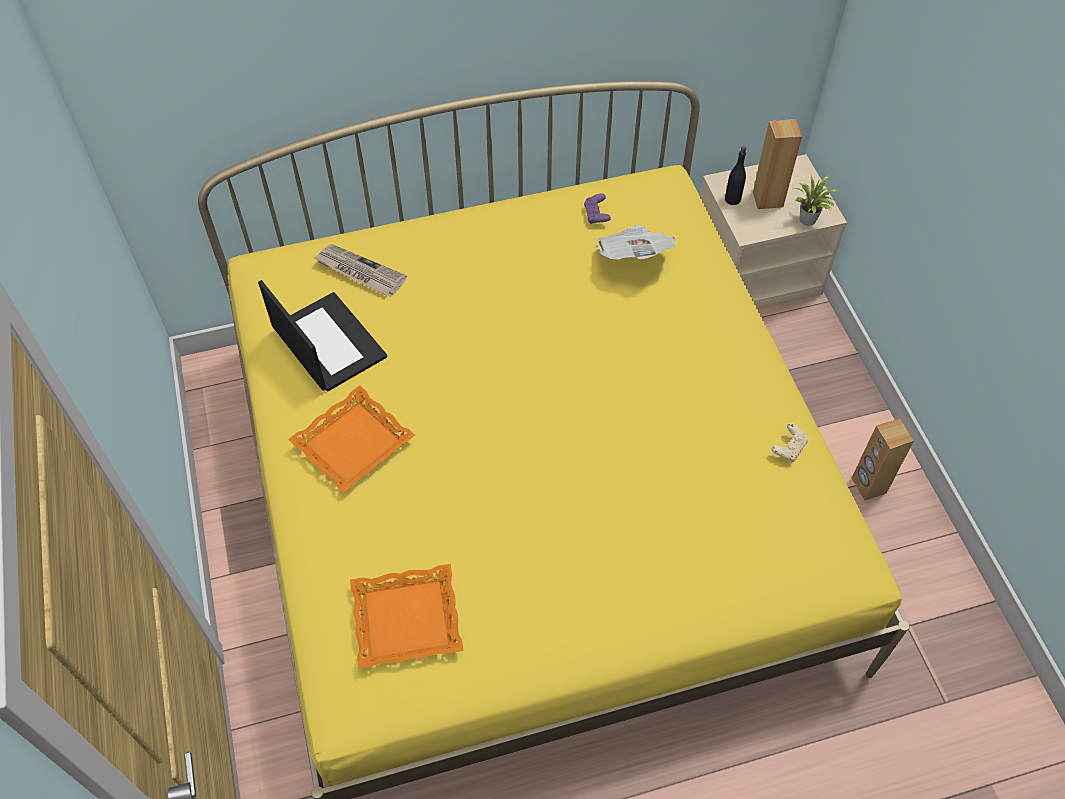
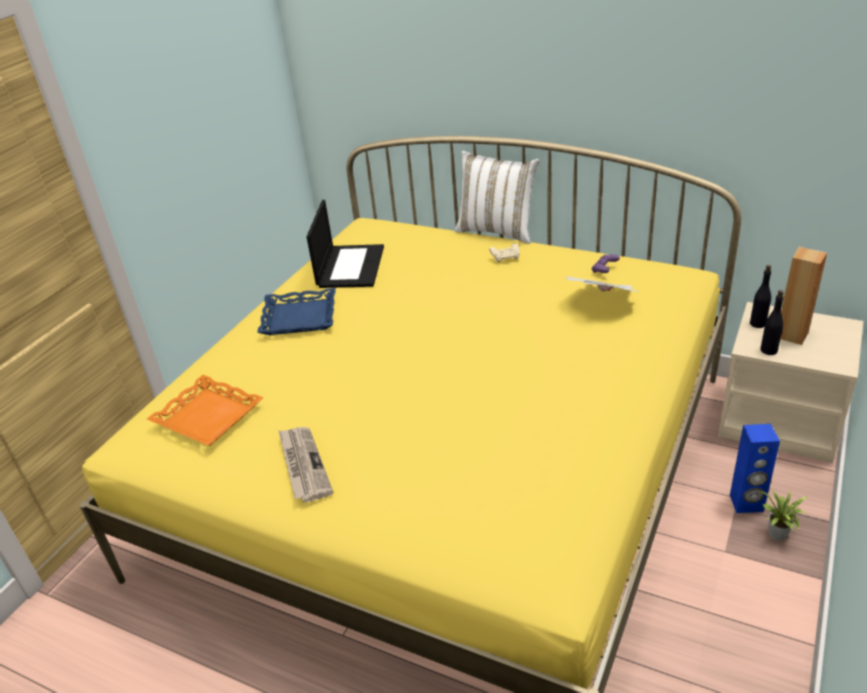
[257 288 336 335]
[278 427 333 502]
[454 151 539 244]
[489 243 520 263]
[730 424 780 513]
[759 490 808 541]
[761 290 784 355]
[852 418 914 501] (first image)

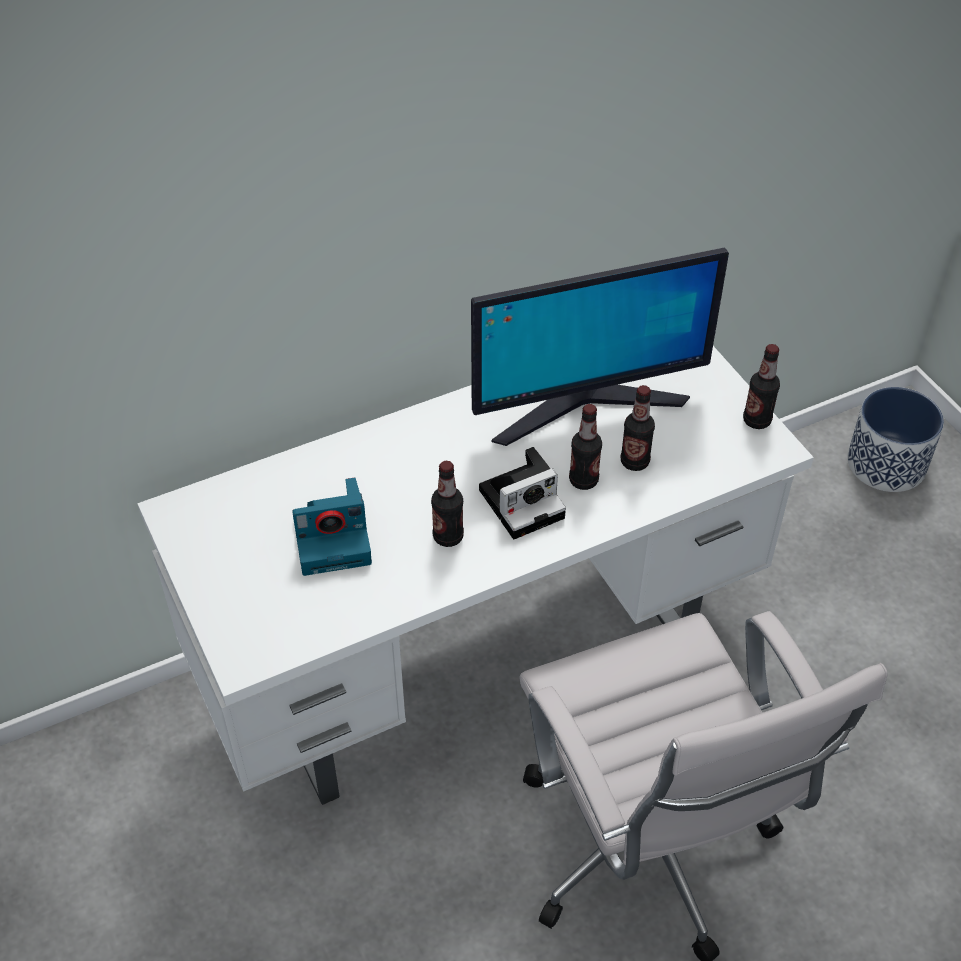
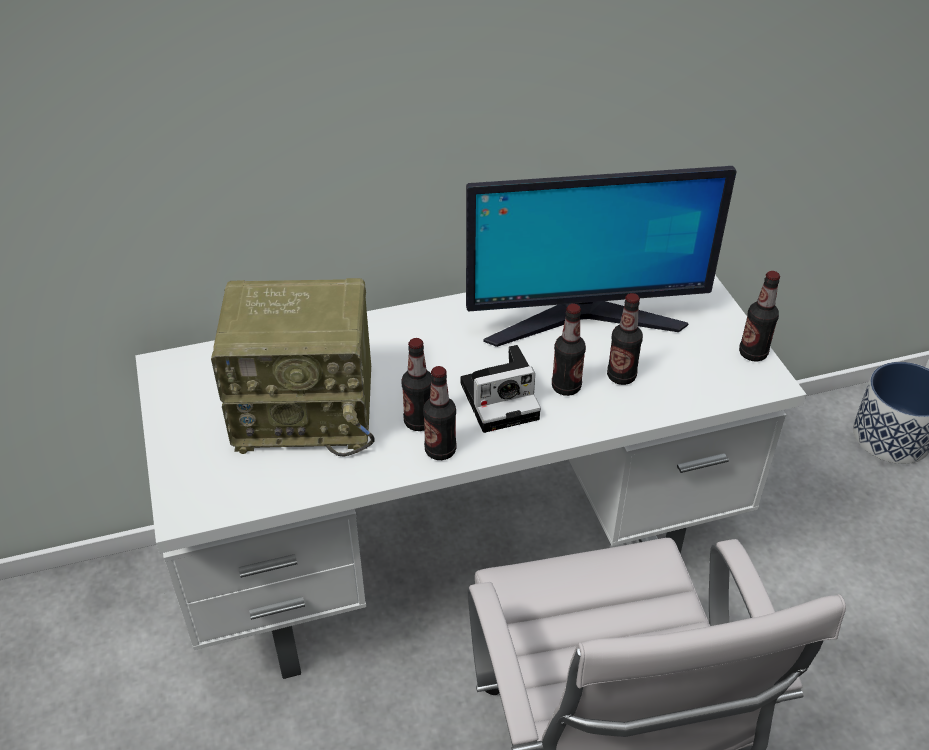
[211 278 375 457]
[423 366 457 460]

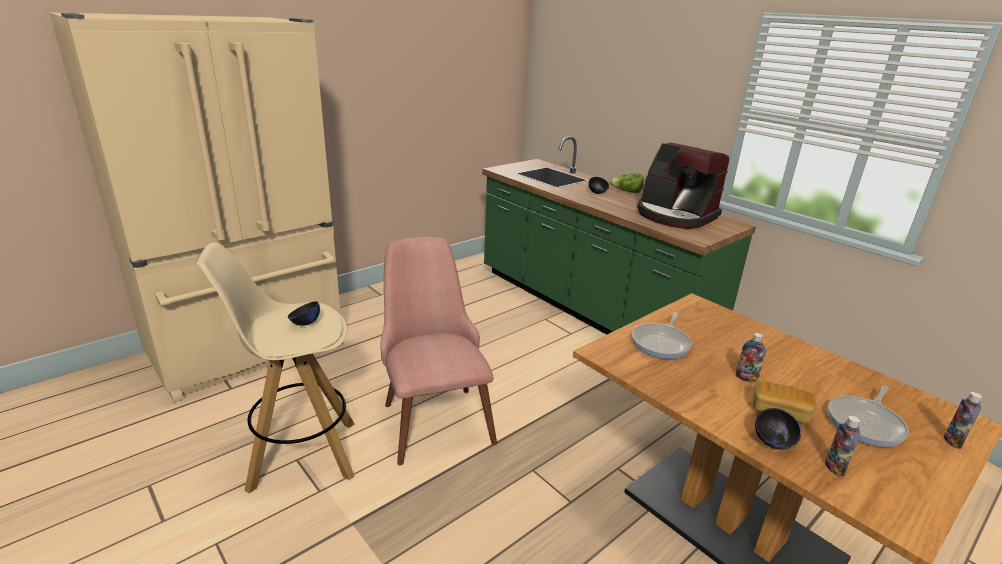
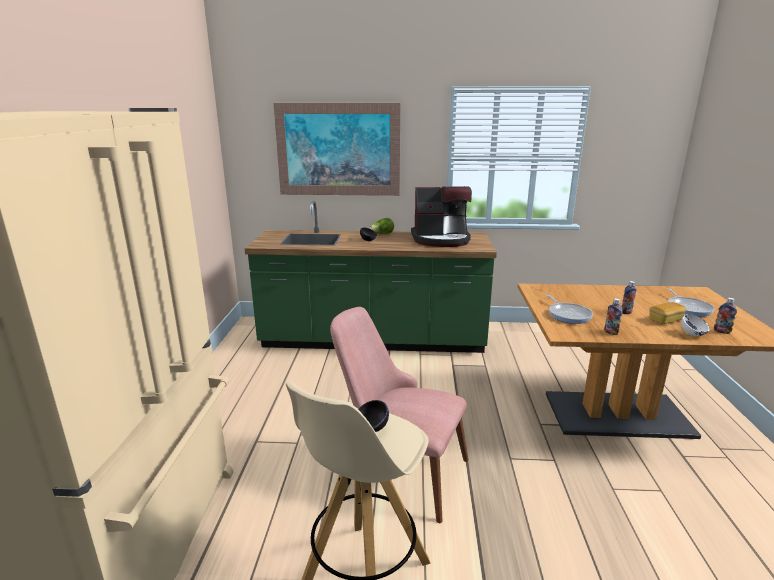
[274 103 401 196]
[604 298 622 335]
[681 314 710 336]

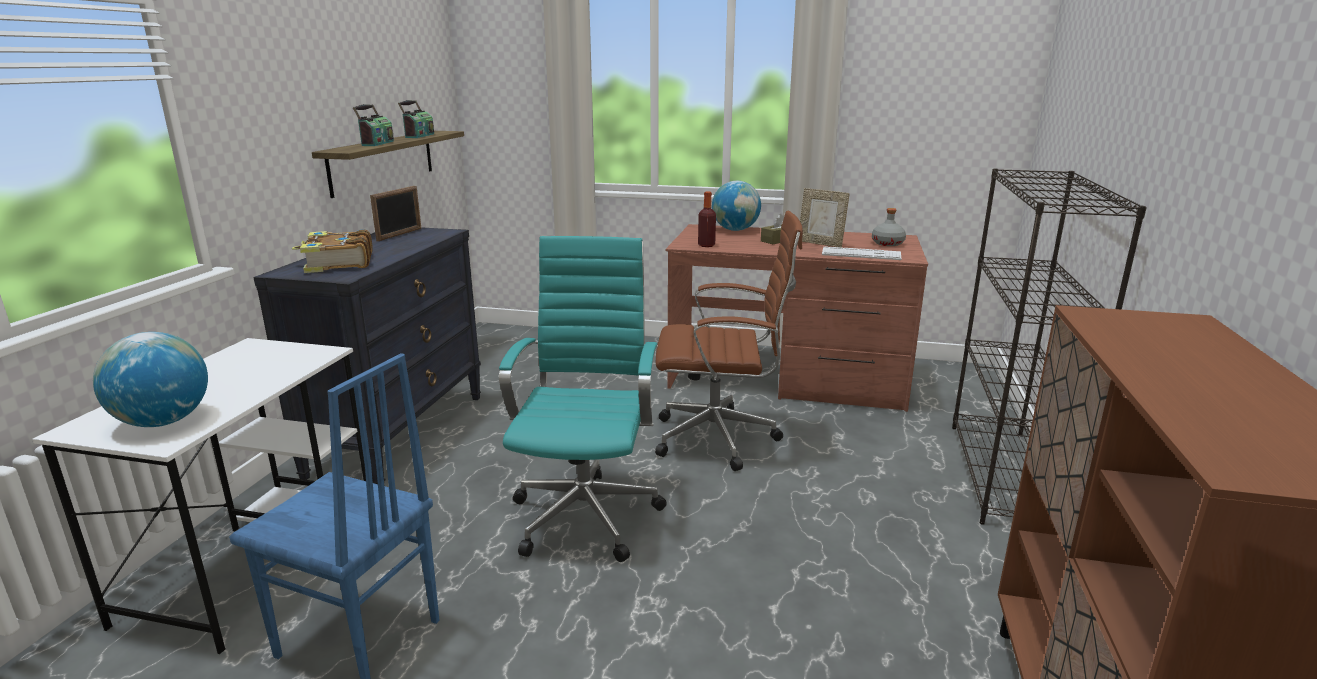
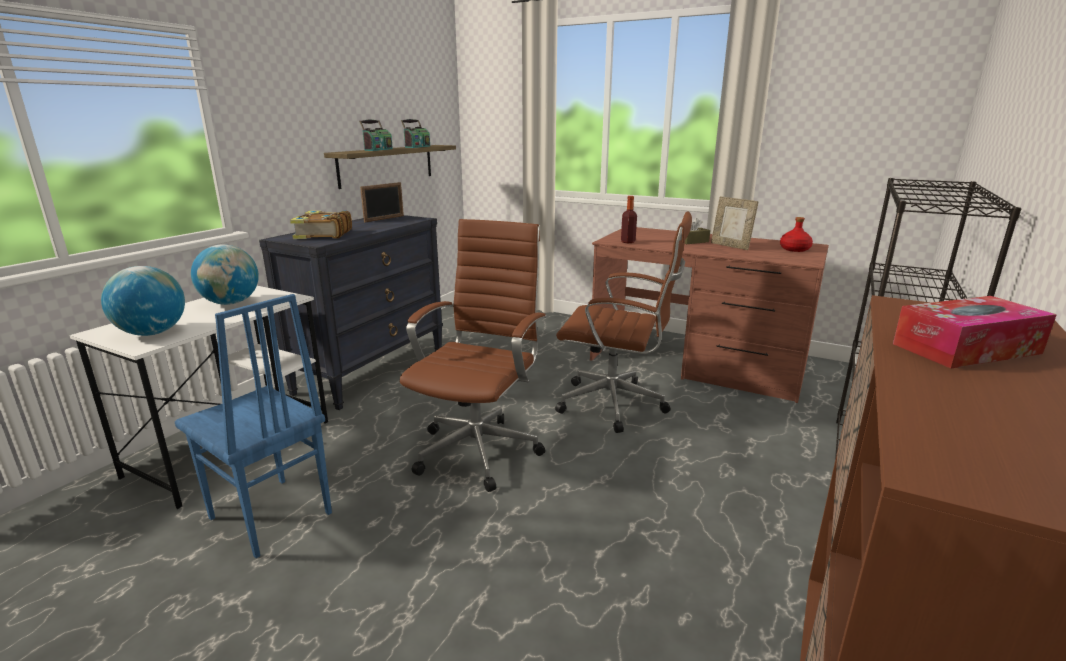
[191 244 259 305]
[400 219 547 492]
[780 217 813 252]
[893 296 1057 369]
[822 246 901 260] (first image)

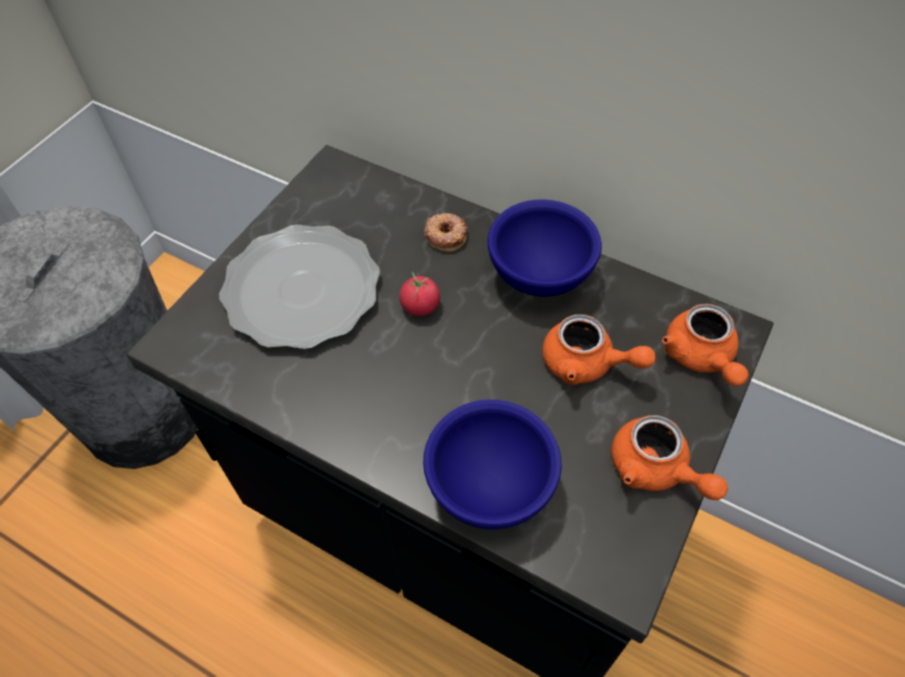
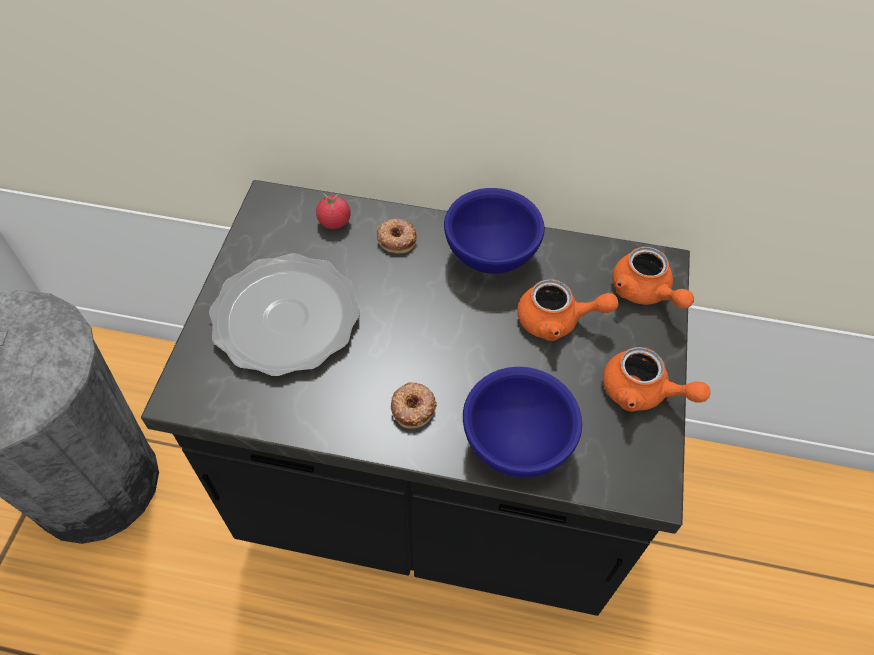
[316 193 350 229]
[391 382 437 429]

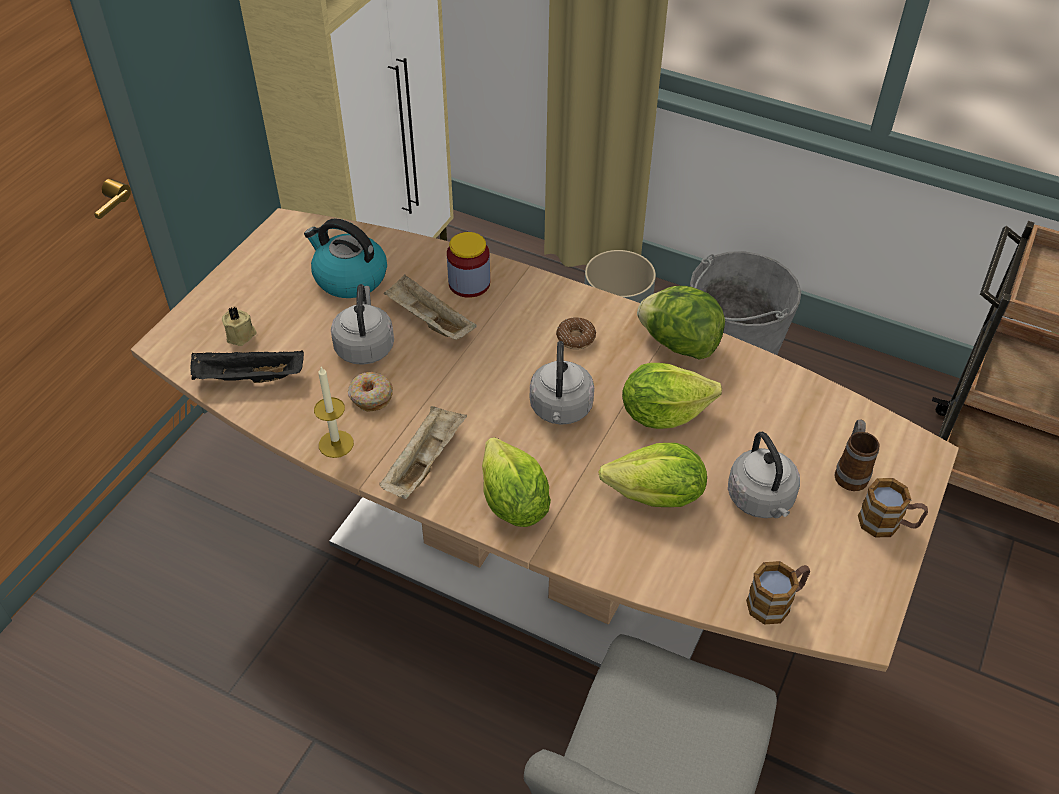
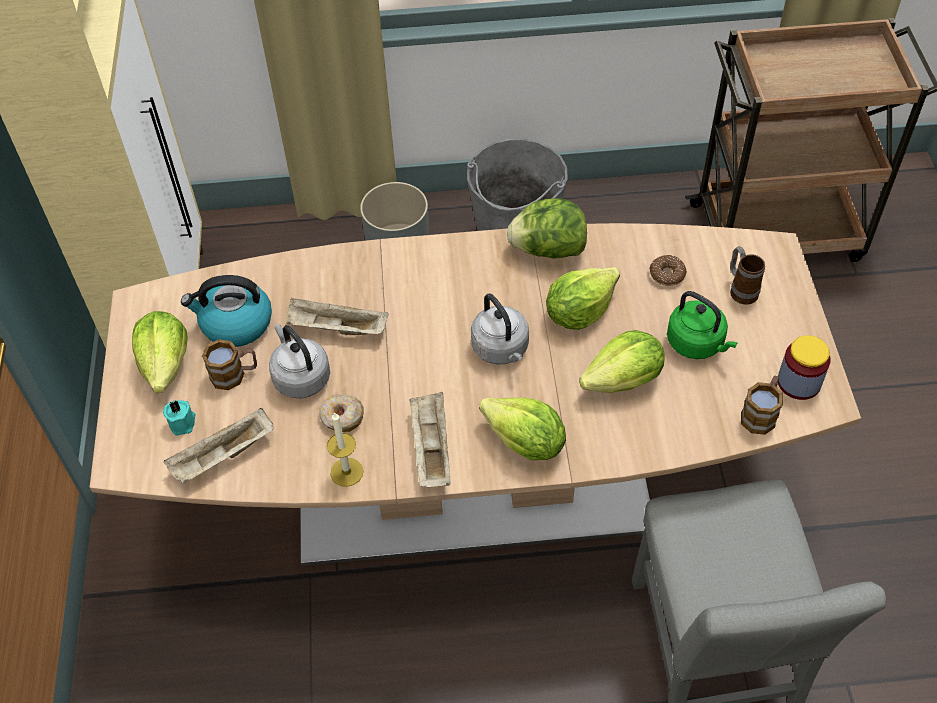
[132 311 188 393]
[163 400 196 436]
[164 408 273 484]
[202 339 257 390]
[649 255 687 286]
[667 291 738 359]
[778 335 831 400]

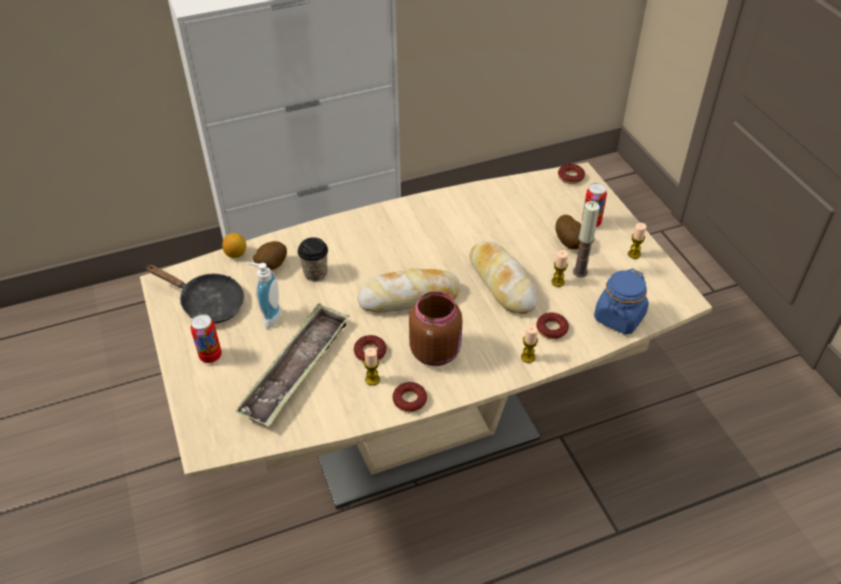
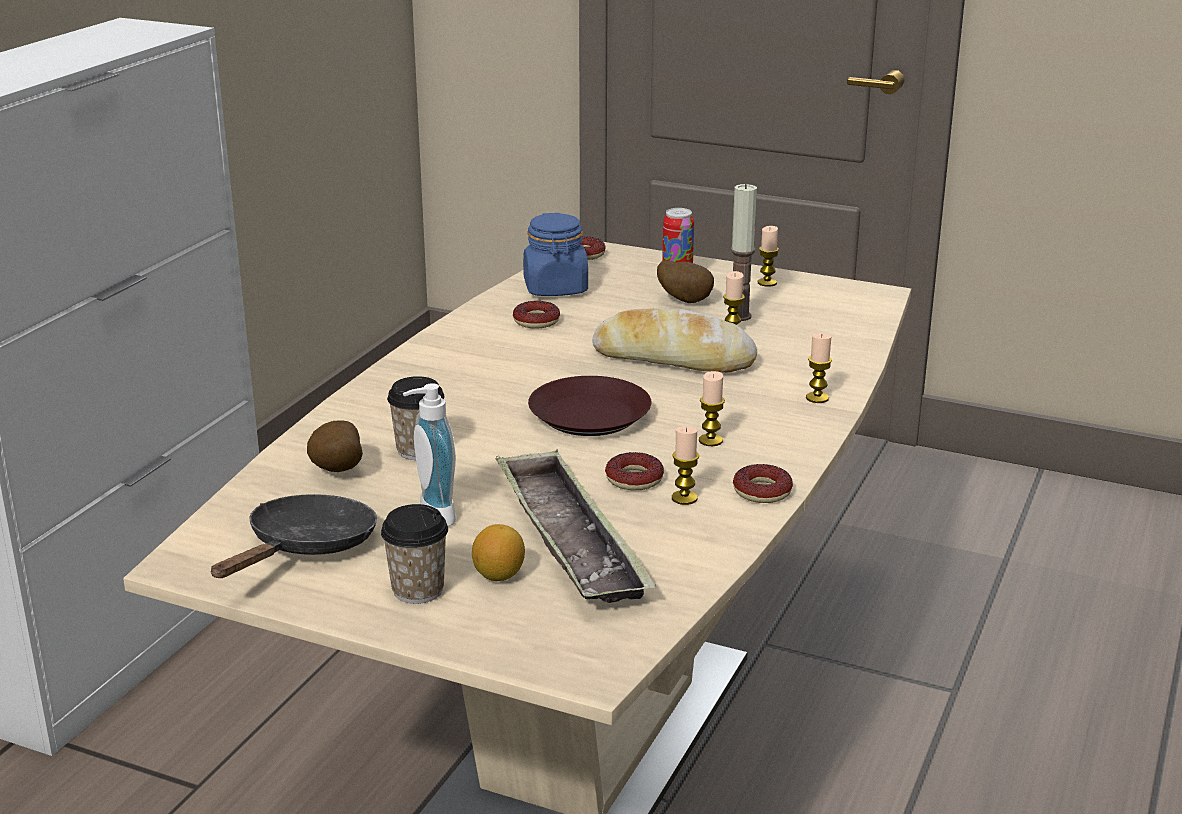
[211 494 377 578]
[381 504 448 604]
[472 524 525 581]
[513 301 560 329]
[523 213 588 296]
[528 376 651 436]
[699 371 725 446]

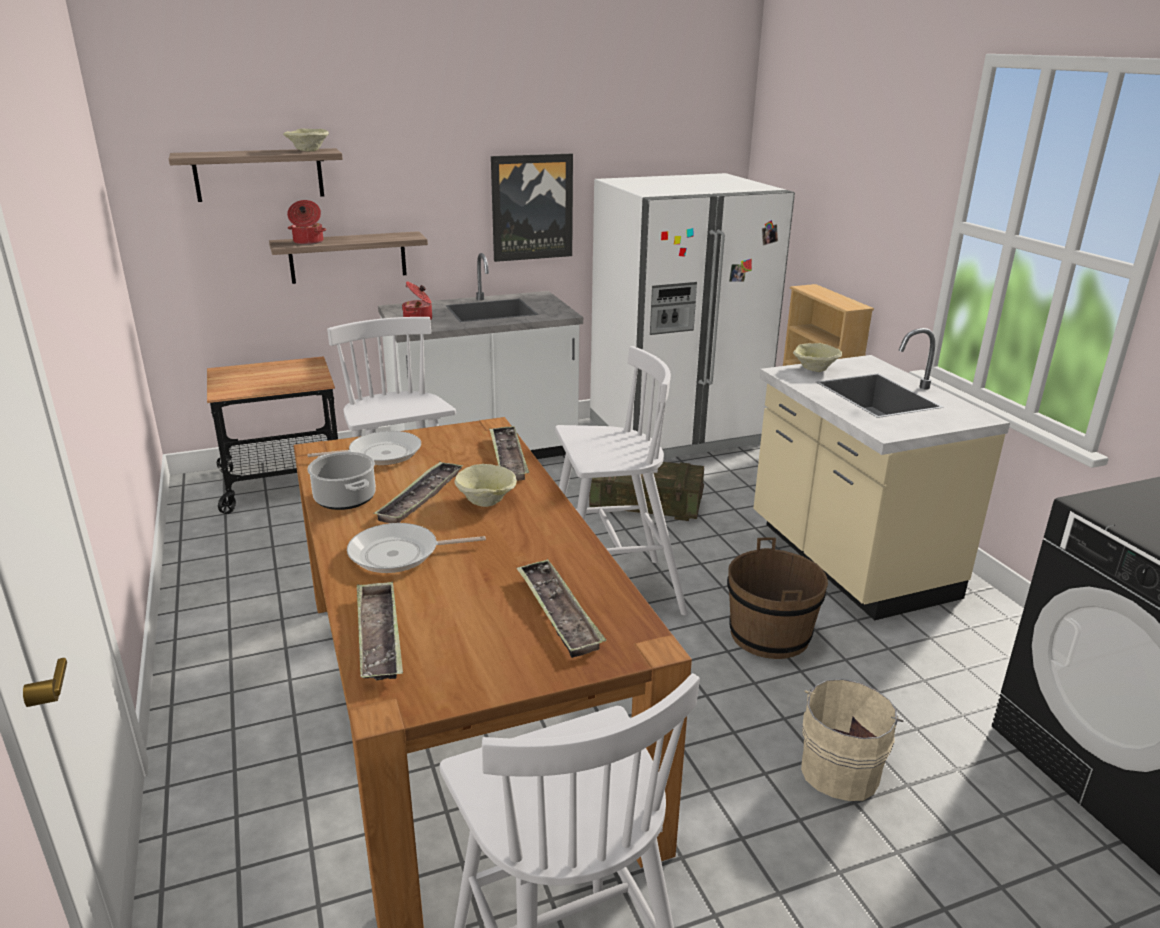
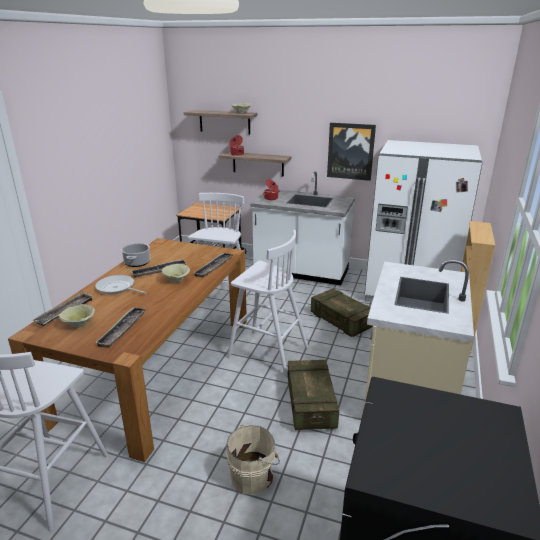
[59 304 95 328]
[288 360 339 430]
[307 431 421 465] (first image)

